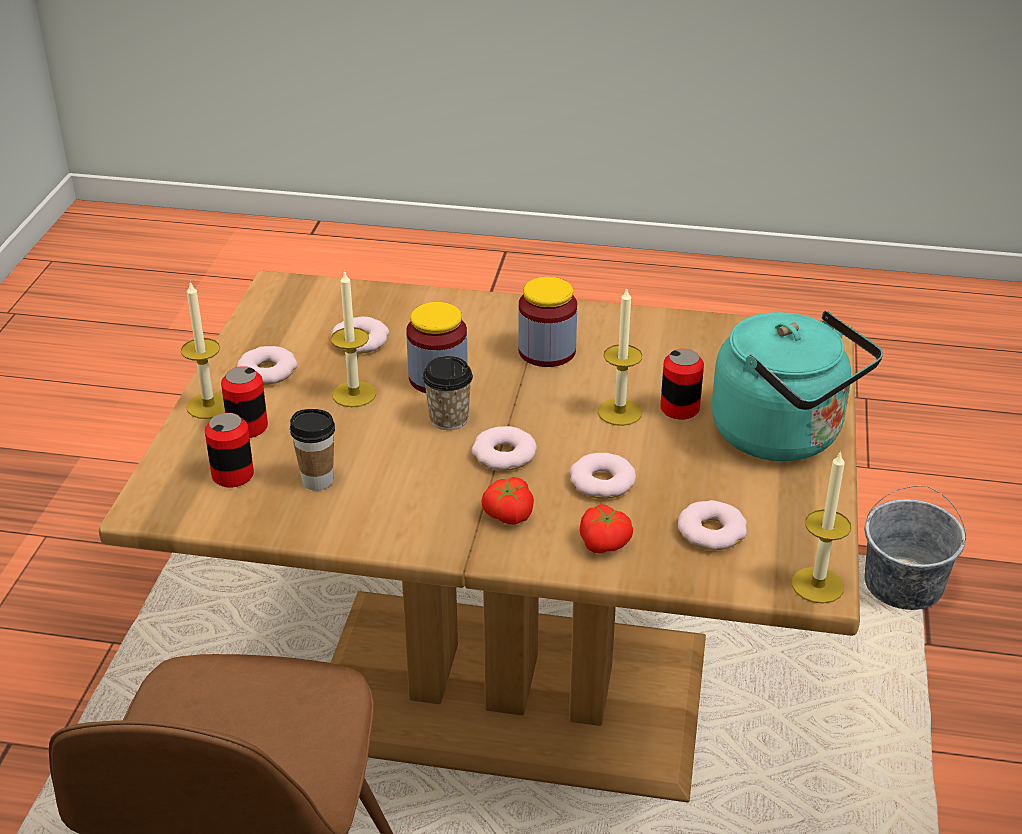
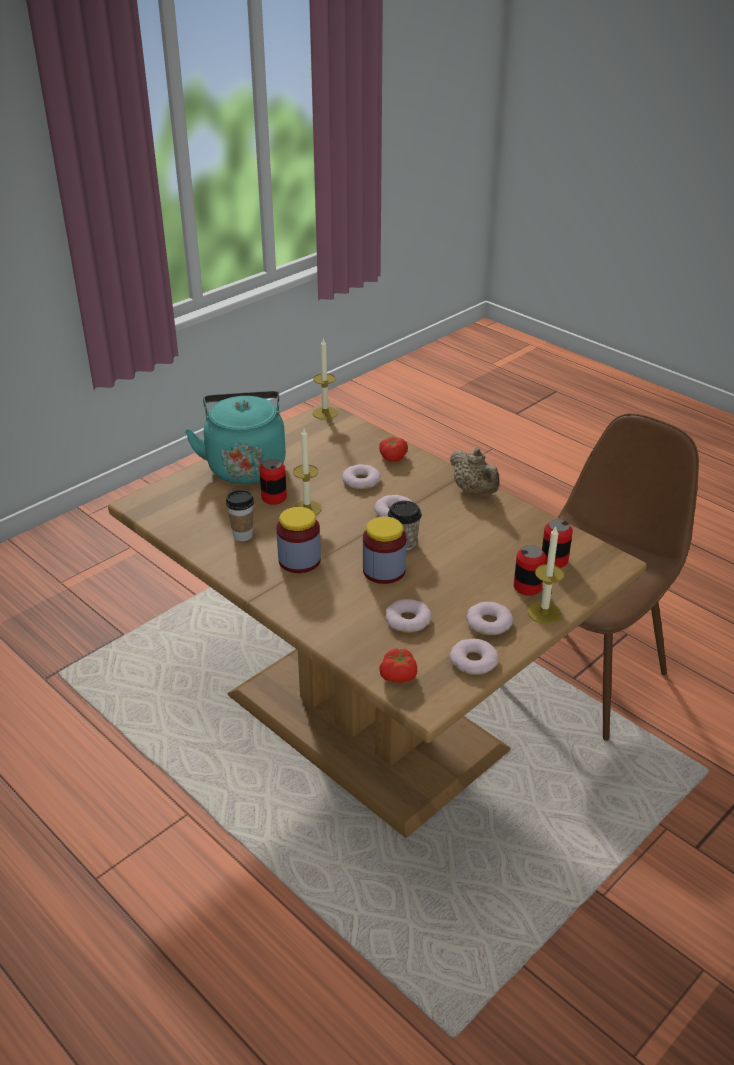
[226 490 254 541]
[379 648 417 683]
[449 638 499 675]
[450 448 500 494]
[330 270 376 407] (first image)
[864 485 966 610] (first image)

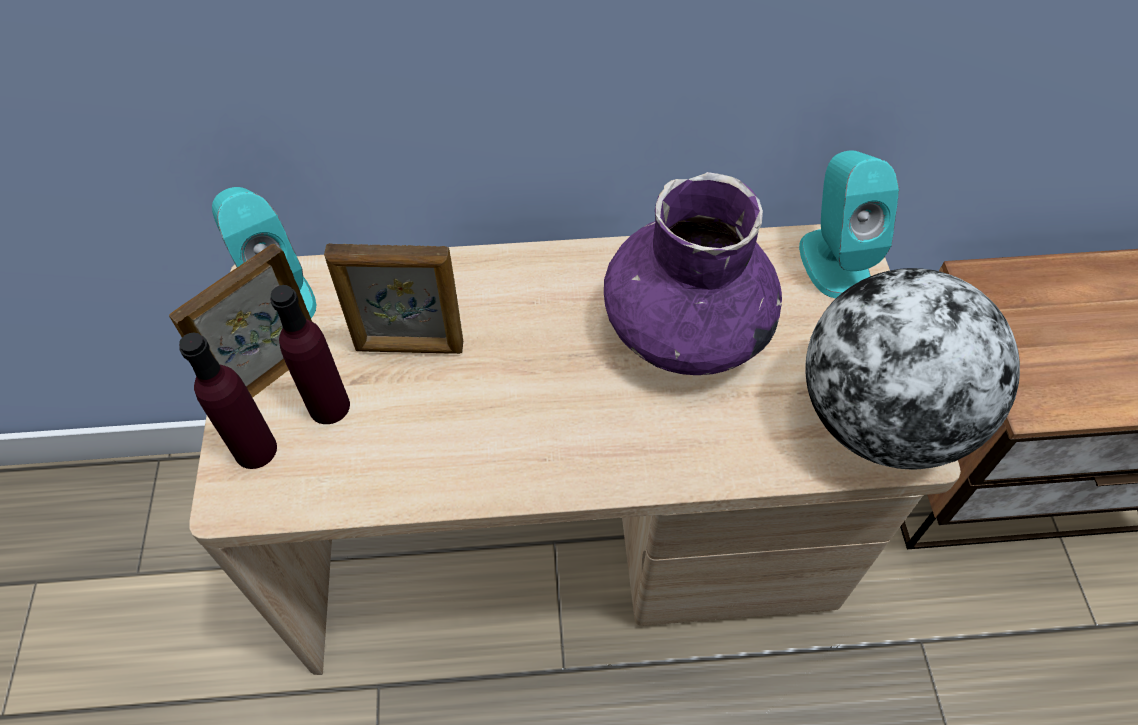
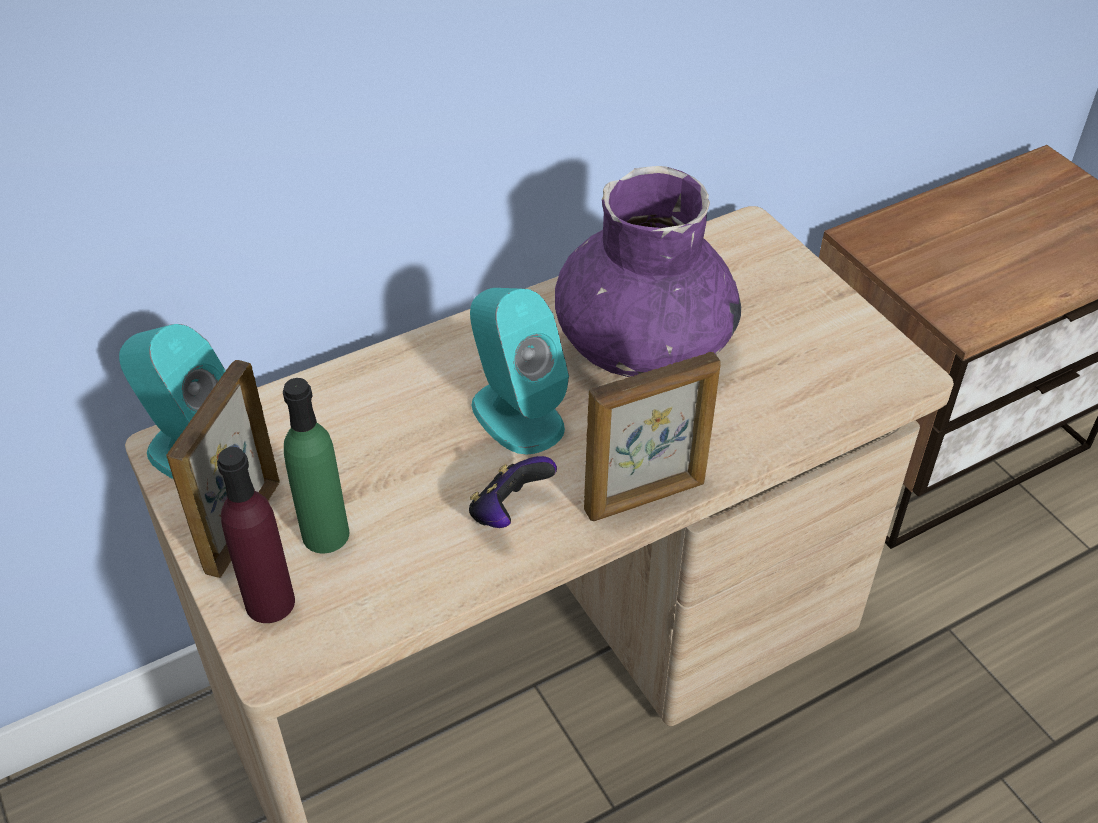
[283 378 349 553]
[469 456 557 528]
[470 288 569 455]
[584 352 721 521]
[805 268 1020 469] (first image)

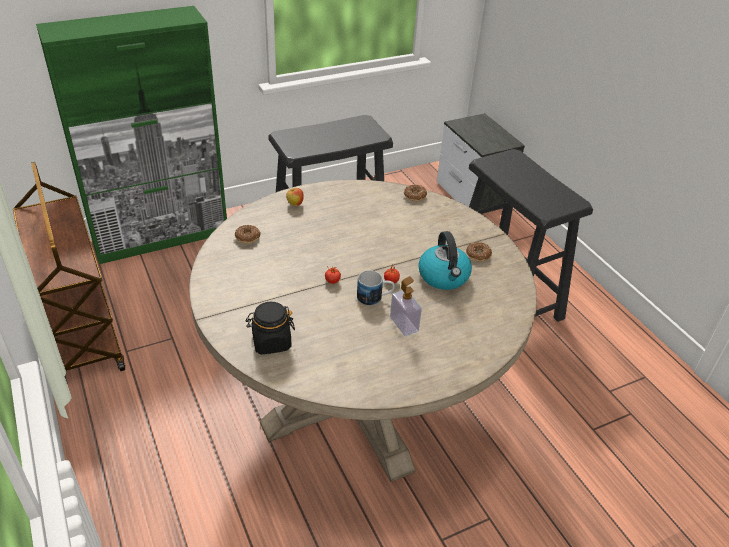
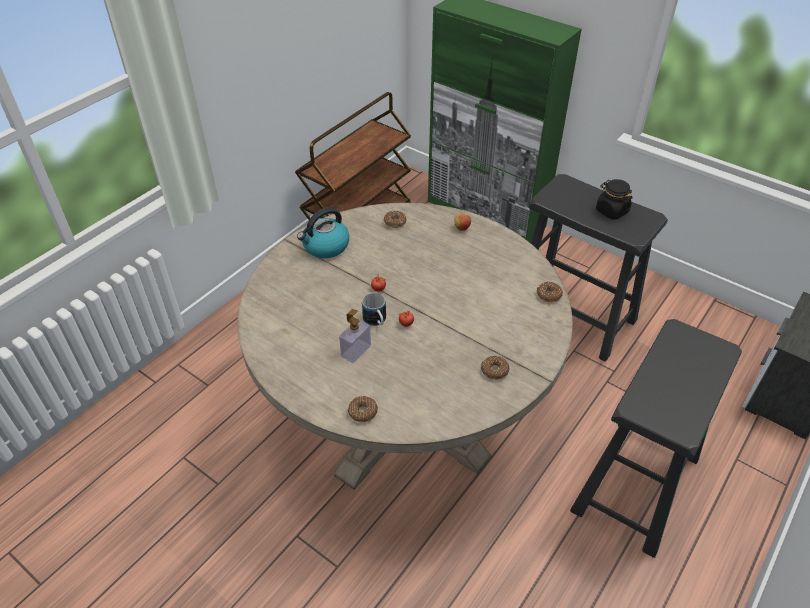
[297 207 350 258]
[348 396 378 422]
[596 179 633 220]

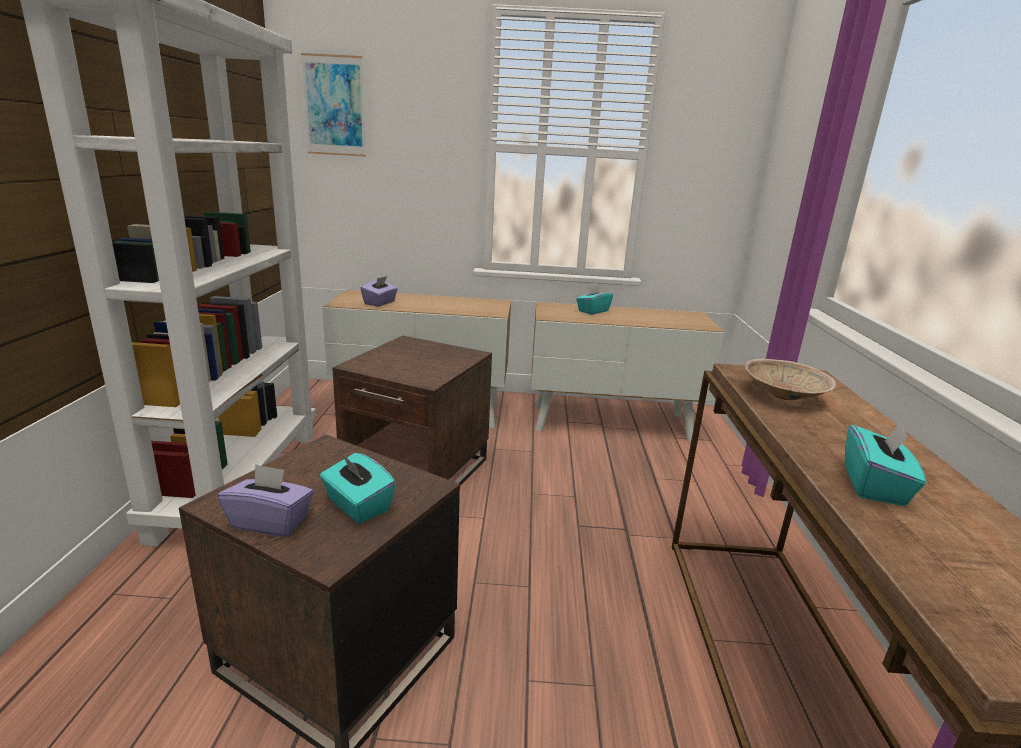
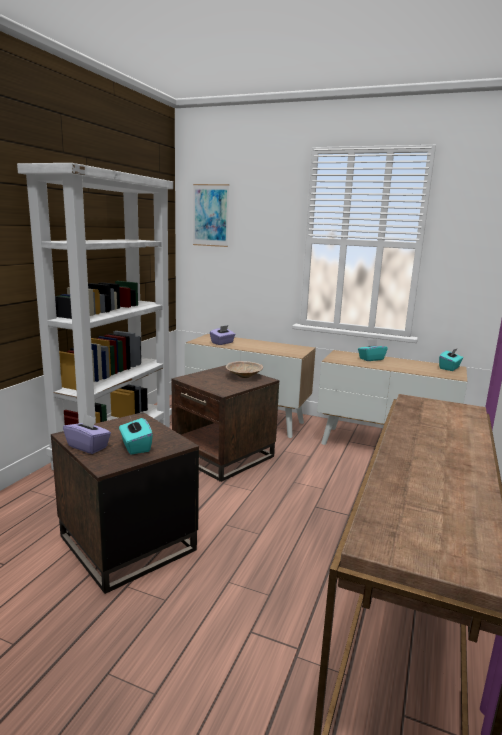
[226 361 263 378]
[439 348 463 371]

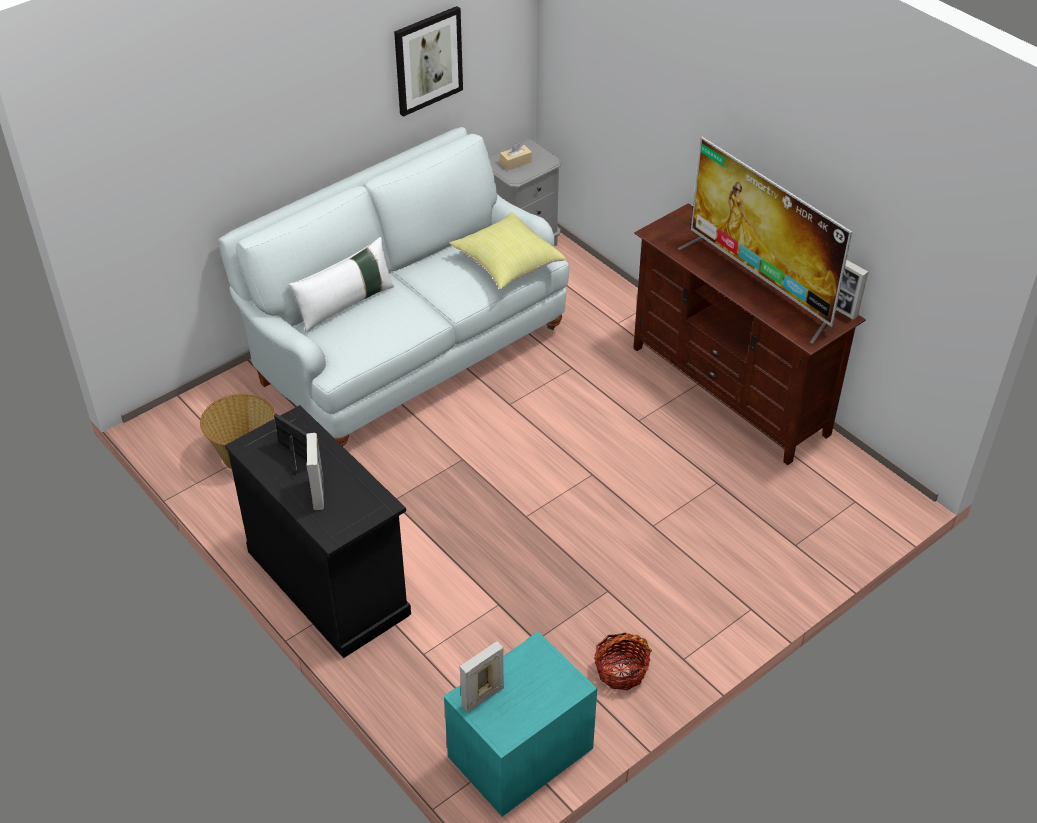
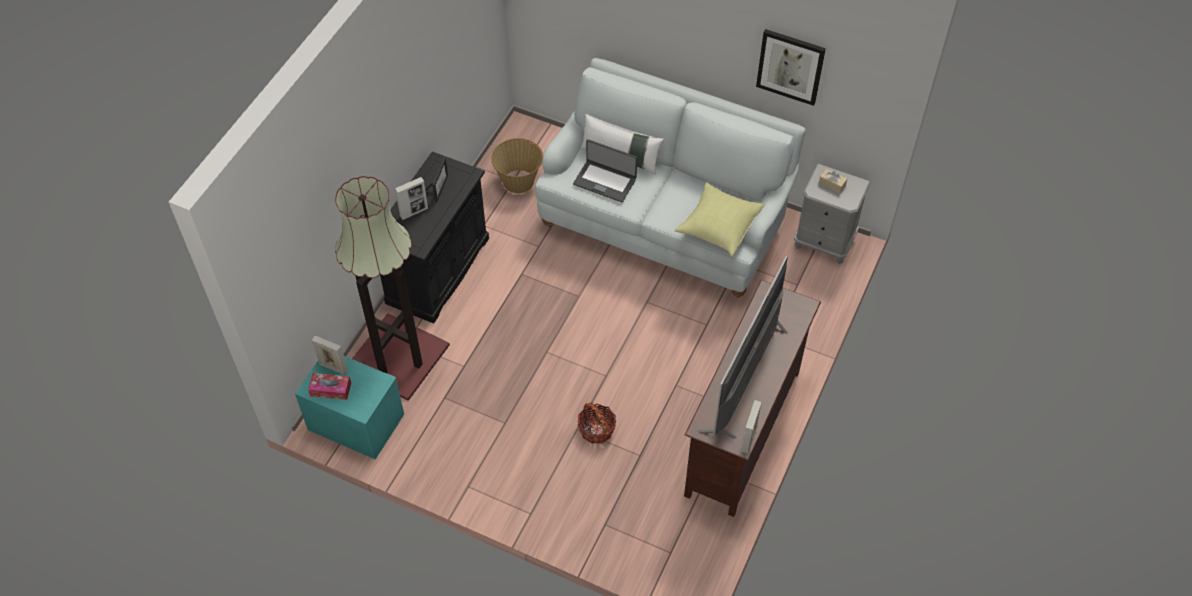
[308 373 351 400]
[335 176 450 401]
[573 139 637 202]
[577 402 616 443]

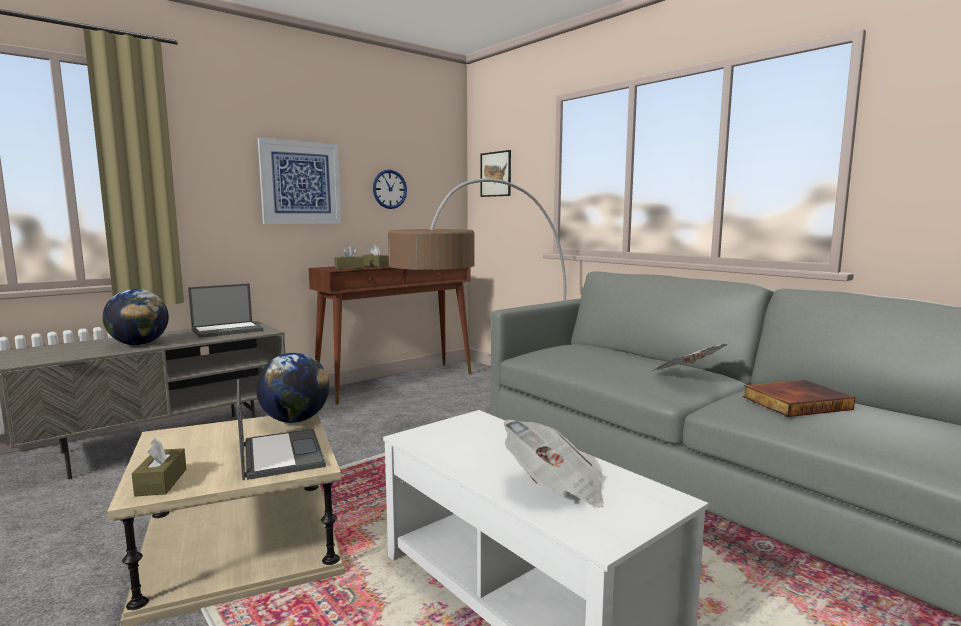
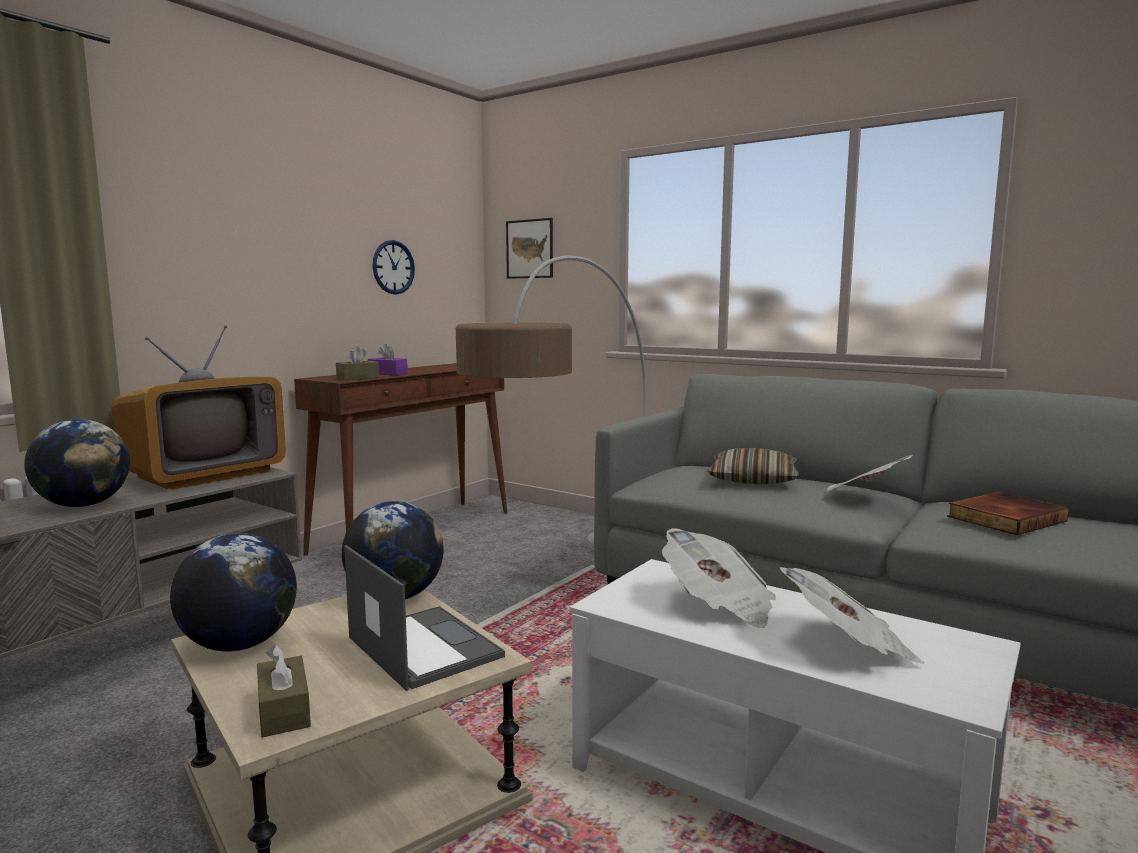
[111 325 286 490]
[170 533 297 651]
[368 344 408 375]
[662 528 776 628]
[707 448 799 484]
[258 138 341 224] (first image)

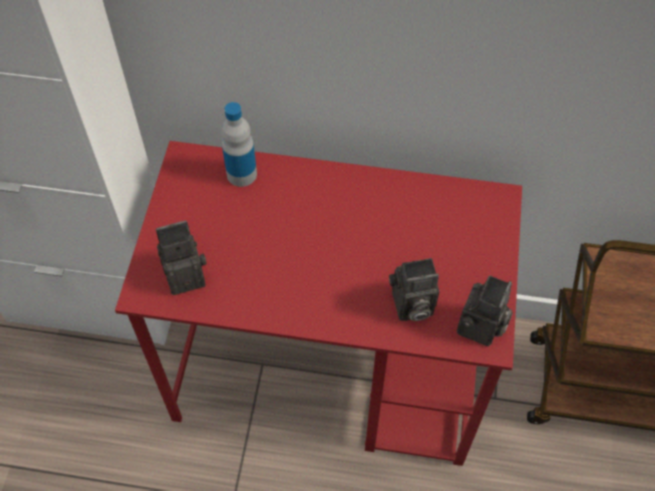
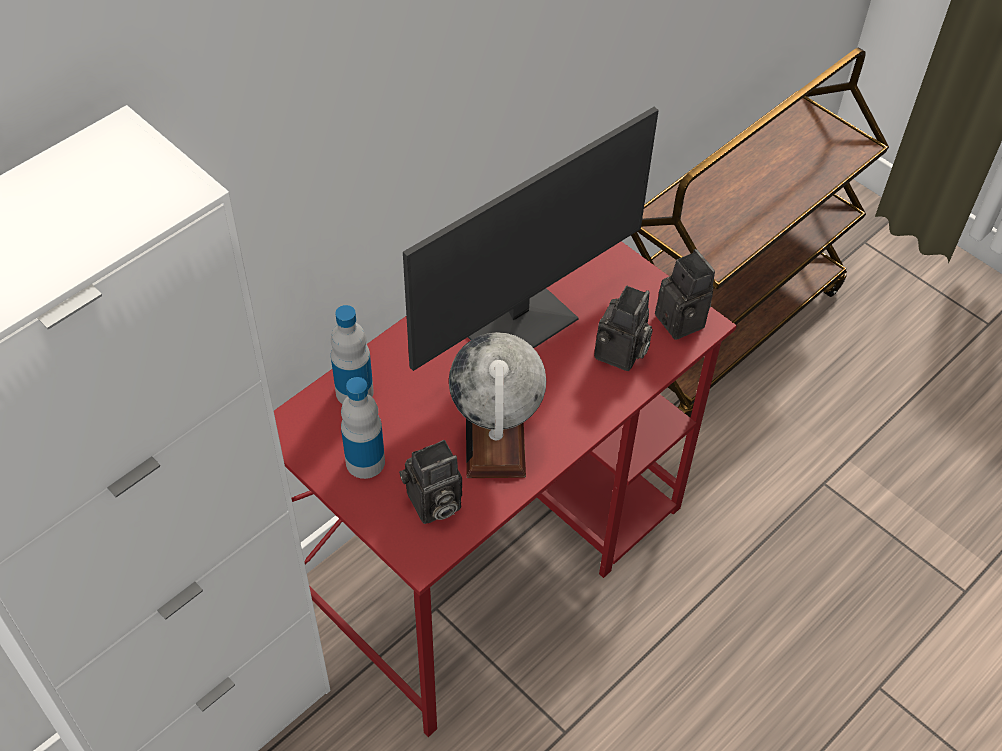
[341 377 385 479]
[399 440 462 524]
[403 107 659 371]
[449 332 546 478]

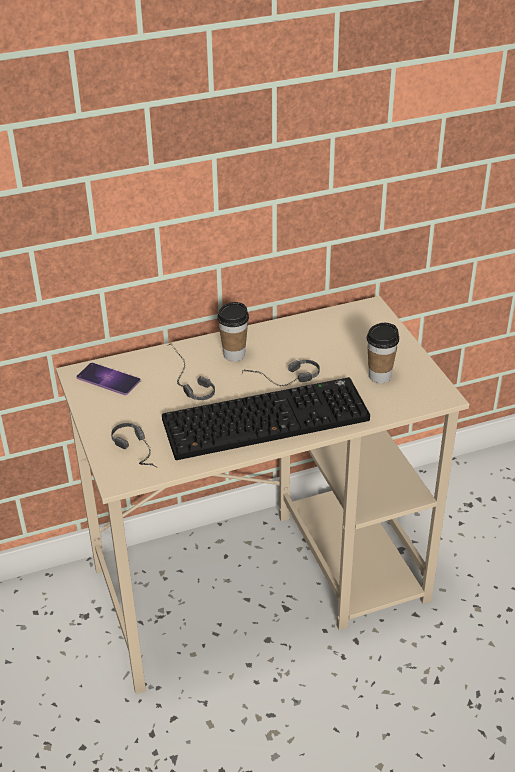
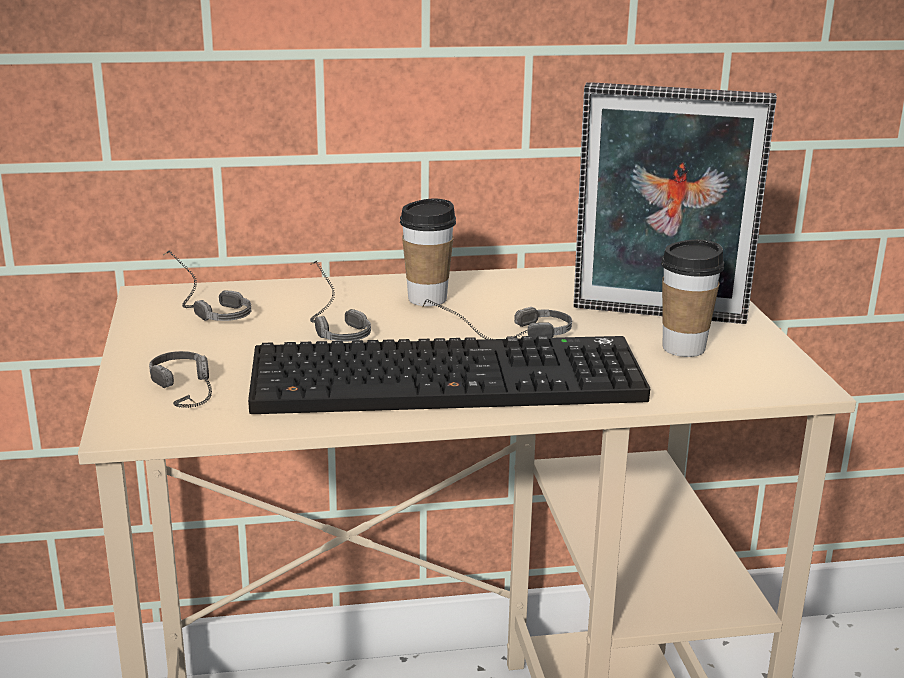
[164 251 251 321]
[573 82 777 324]

